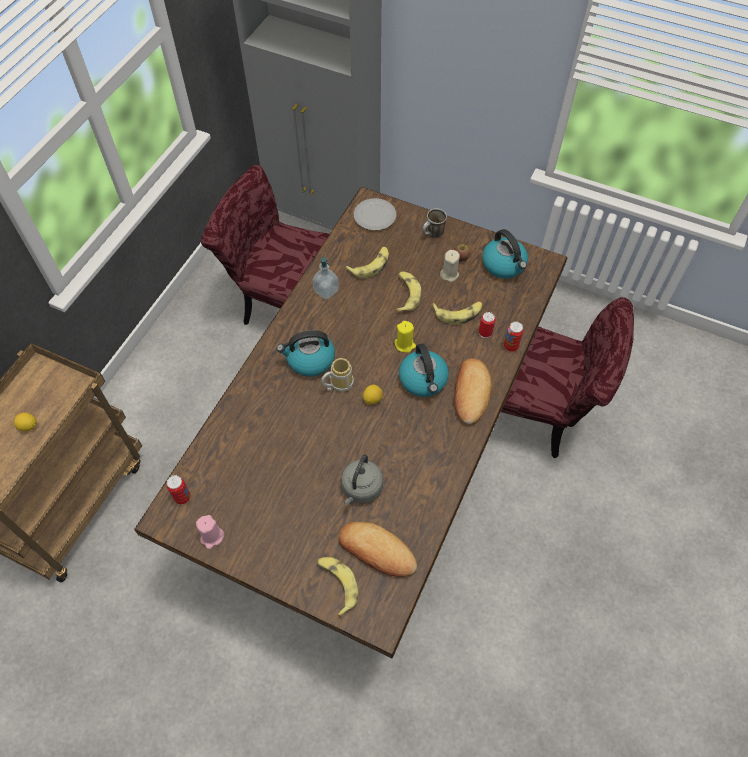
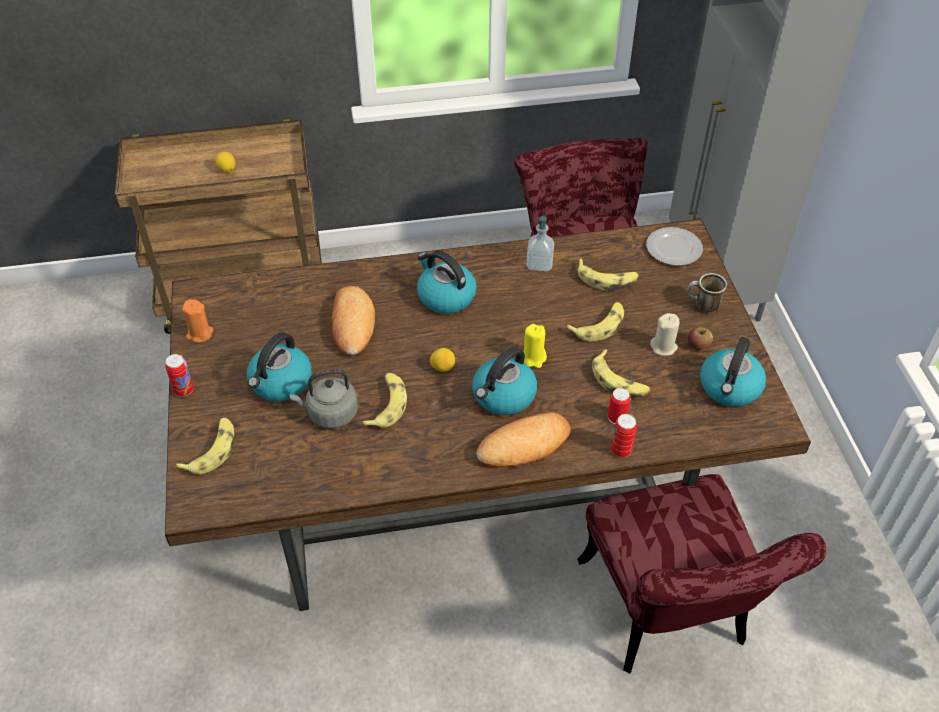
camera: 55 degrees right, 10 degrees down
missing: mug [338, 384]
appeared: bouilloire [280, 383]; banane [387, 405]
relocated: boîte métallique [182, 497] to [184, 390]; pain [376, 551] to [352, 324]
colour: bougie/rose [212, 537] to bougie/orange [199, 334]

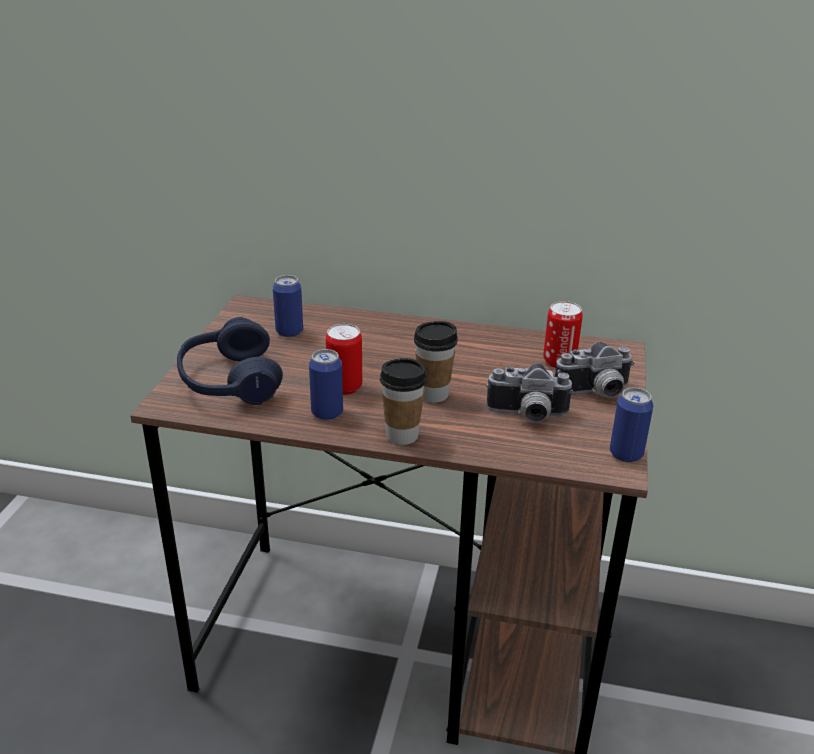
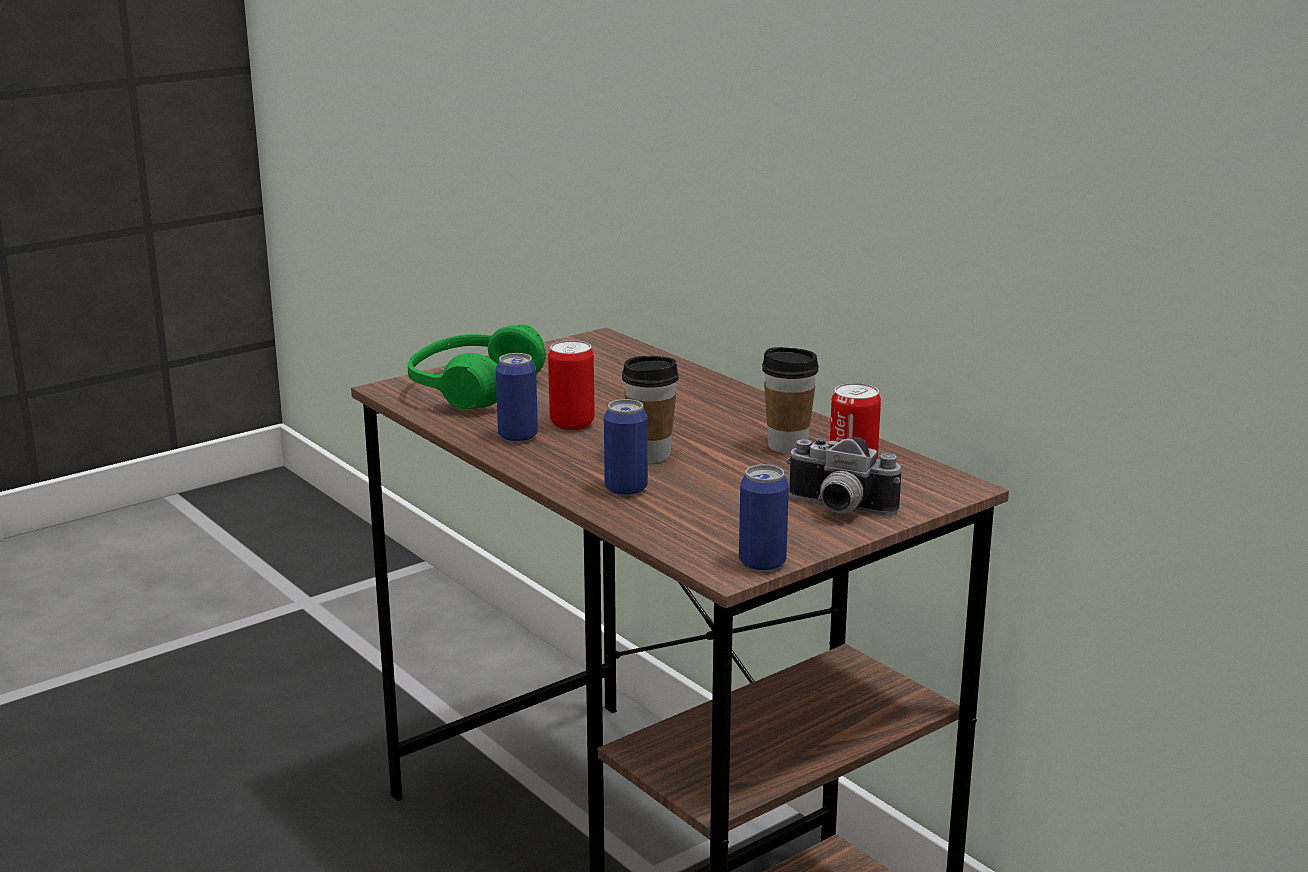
camera: 40 degrees right, 10 degrees down
missing: appareil photo [527, 415]
relocated: boîte métallique [289, 332] to [626, 489]; tasse [402, 435] to [787, 446]
colour: casque audio/bleu [229, 381] to casque audio/vert [474, 389]

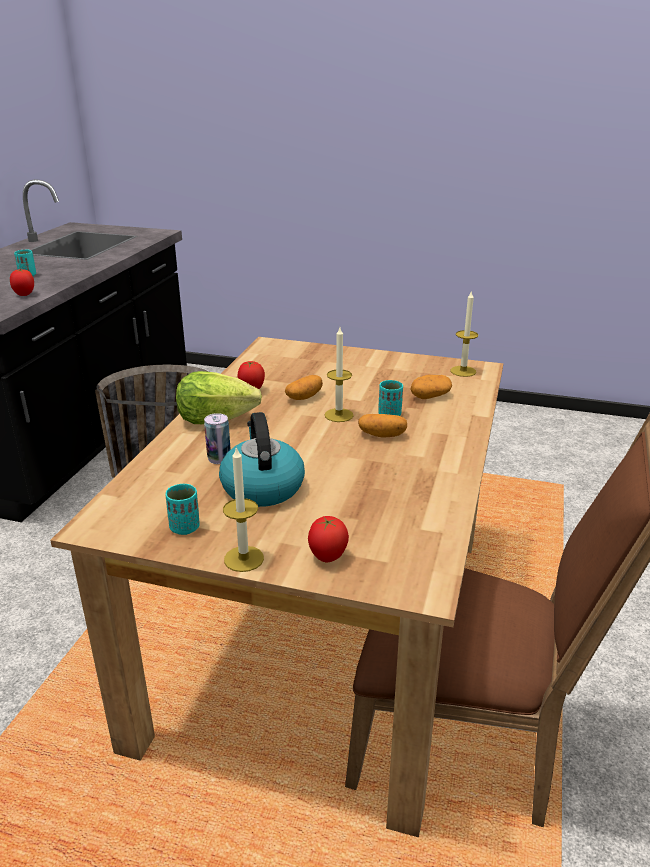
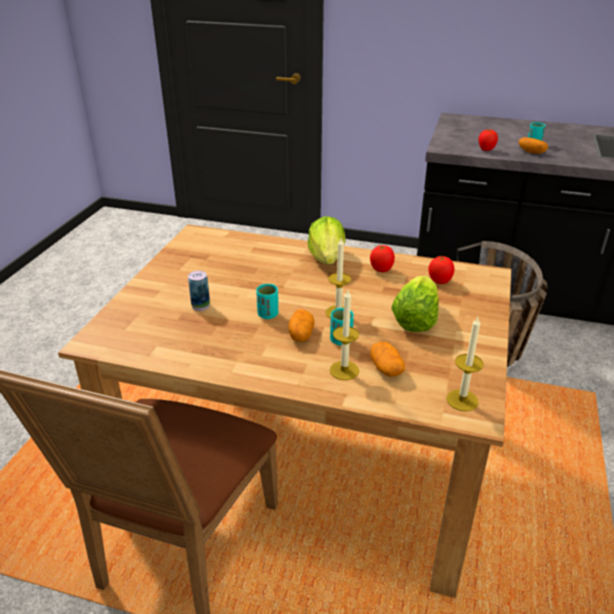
camera: 90 degrees right, 5 degrees up
missing: bouilloire [262, 487]
appeared: laitue [415, 320]
relocated: boîte métallique [219, 458] to [200, 306]; tasse/turquoise [185, 528] to [268, 314]; bougie [244, 559] to [344, 370]; tomate [327, 557] to [439, 282]; pomme de terre [304, 397] to [531, 152]

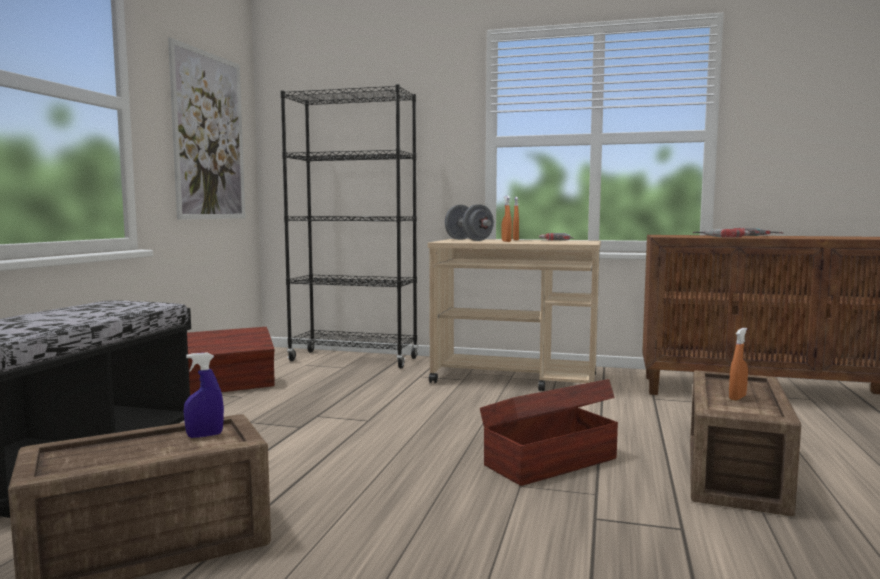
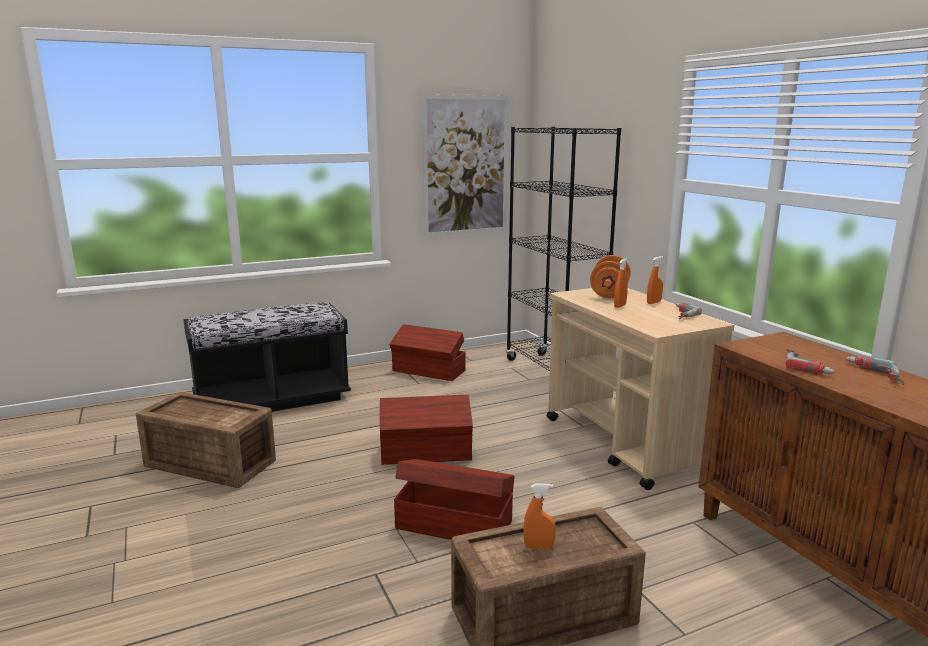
camera: 50 degrees right, 10 degrees up
missing: vaporisateur/bleu [205, 435]
appeared: boîte de rangement/marron [427, 453]
colour: haltère/gris [468, 240] to haltère/orange [609, 294]

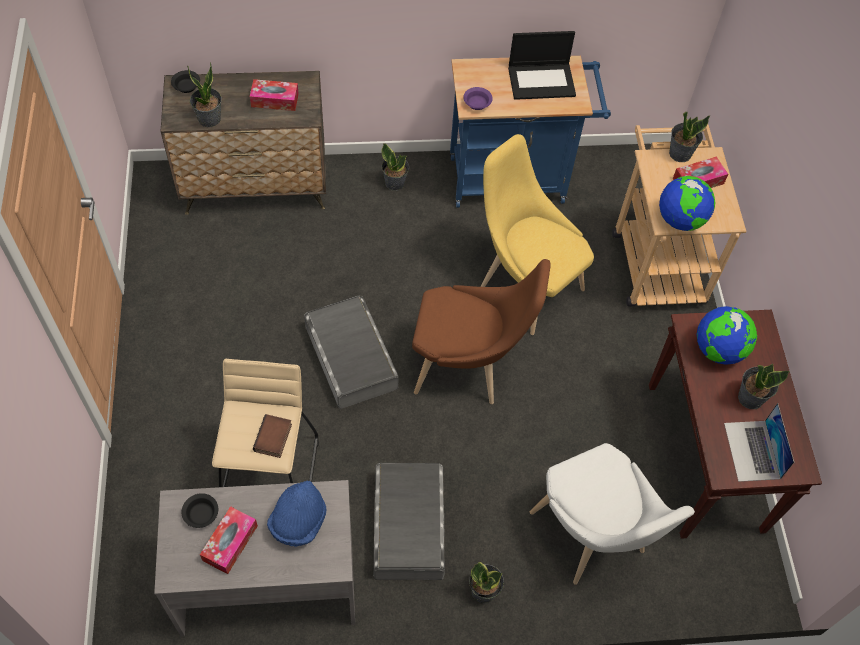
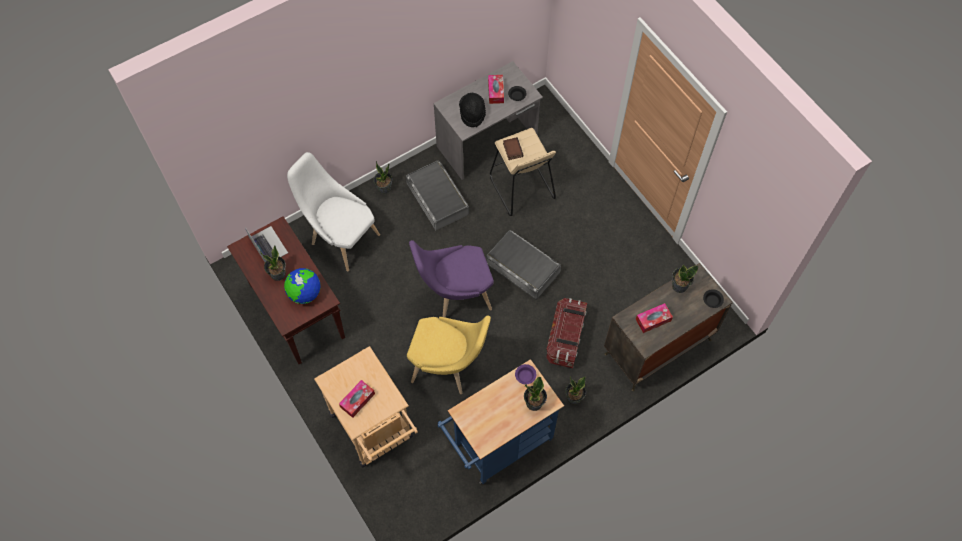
camera: 155 degrees right, 5 degrees up
missing: ordinateur portable [542, 81]; globe [680, 220]
appeared: boîte de rangement [565, 338]
relocated: plante en pot [680, 153] to [534, 403]
colour: chaise/marron [467, 367] to chaise/violet [454, 295]; chapeau/bleu [298, 521] to chapeau/noir [472, 113]

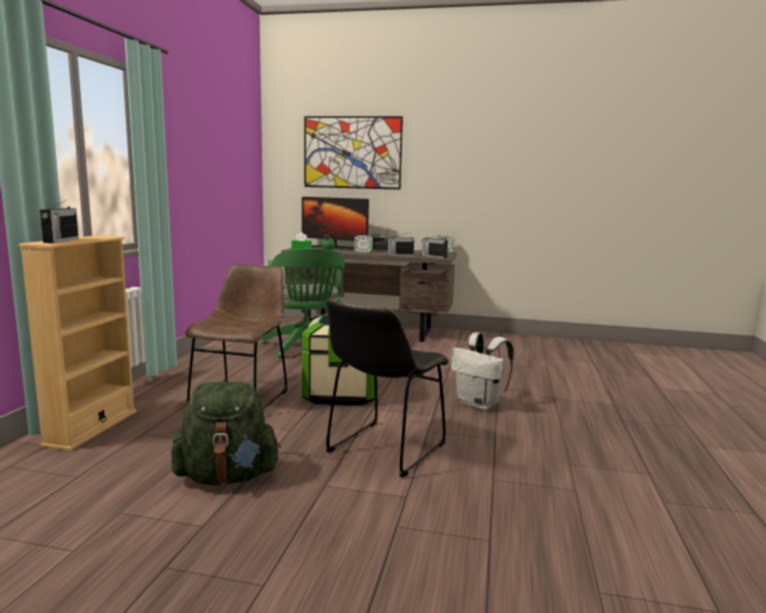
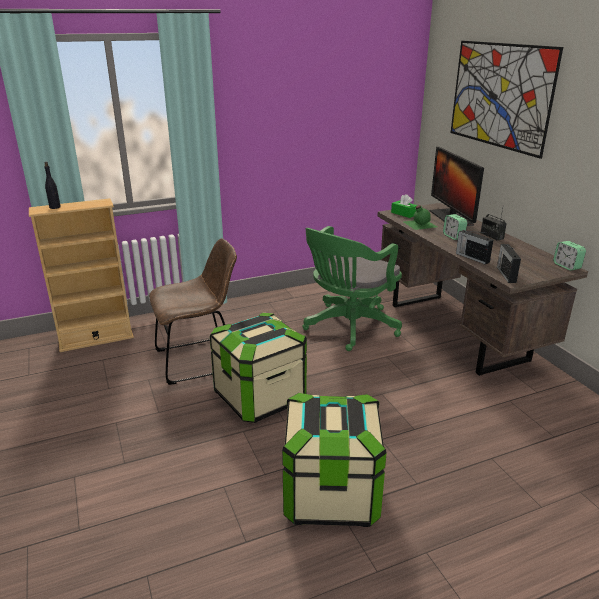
camera: 55 degrees right, 15 degrees up
missing: sac à dos/vert [227, 477]; chaise/noir [383, 450]
exchanged: radio [60, 240] to bouteille/noir [55, 207]; sac à dos/blanc [480, 404] to boîte de rangement [331, 494]

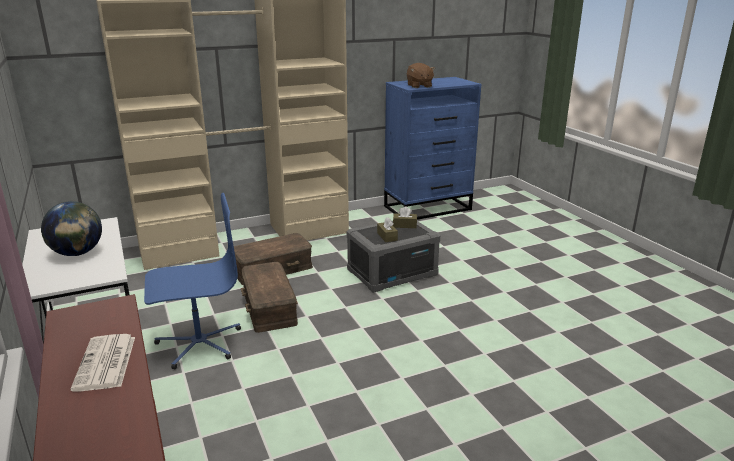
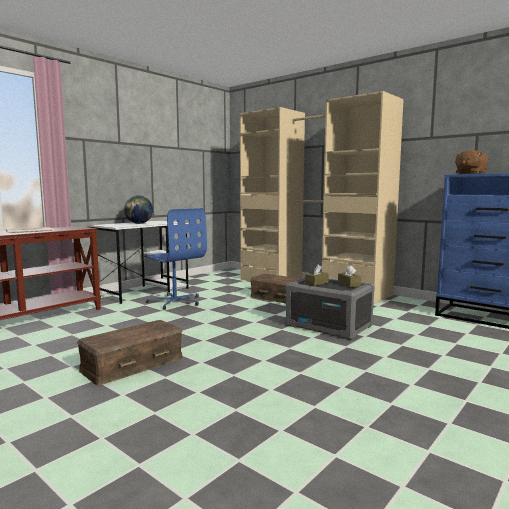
camera: 65 degrees right, 15 degrees down
relocated: boîte de rangement/marron [268, 307] to [132, 363]

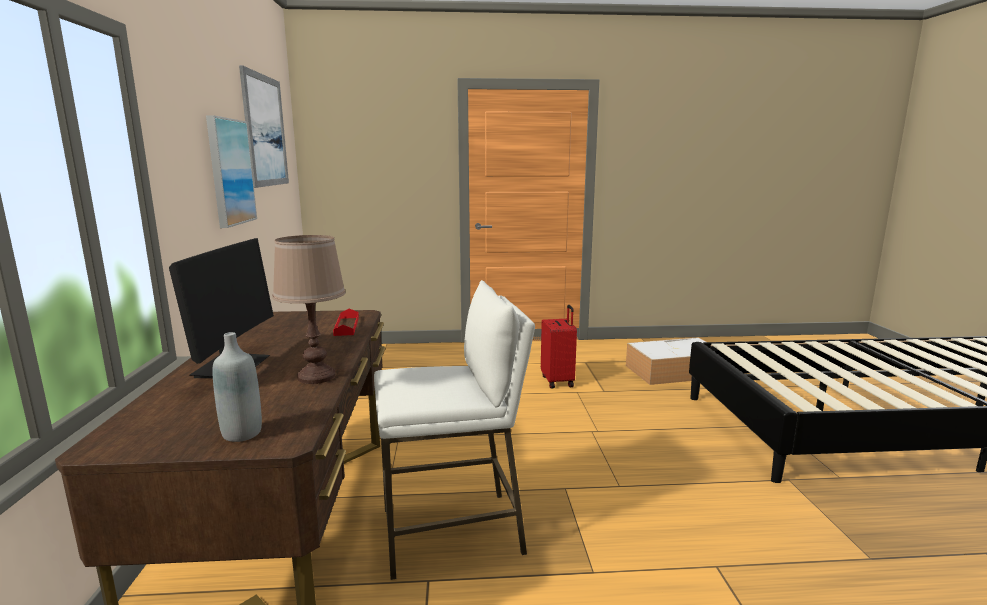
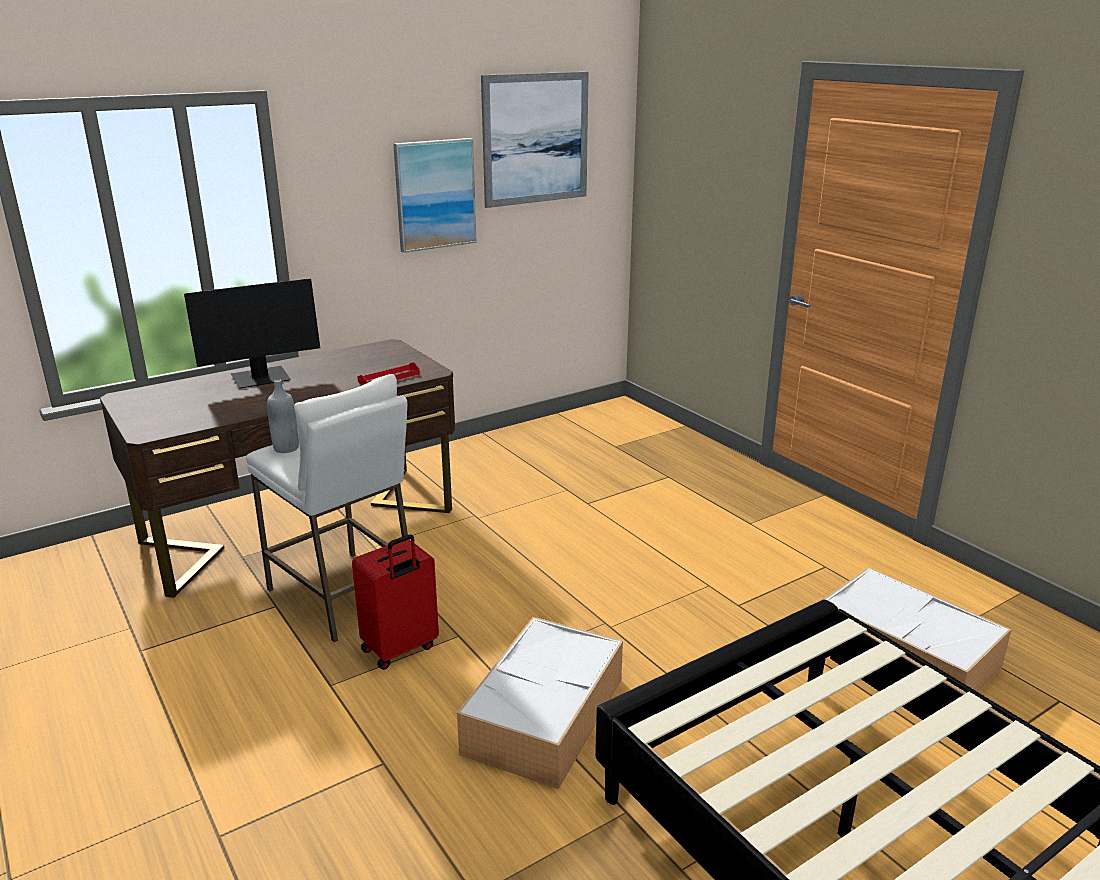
camera: 60 degrees right, 10 degrees up
missing: lampe de table/marron [316, 376]
appeared: boîte de rangement [544, 717]
relocated: bouteille/gris [242, 433] to [286, 448]; valise/rouge [558, 381] to [400, 649]

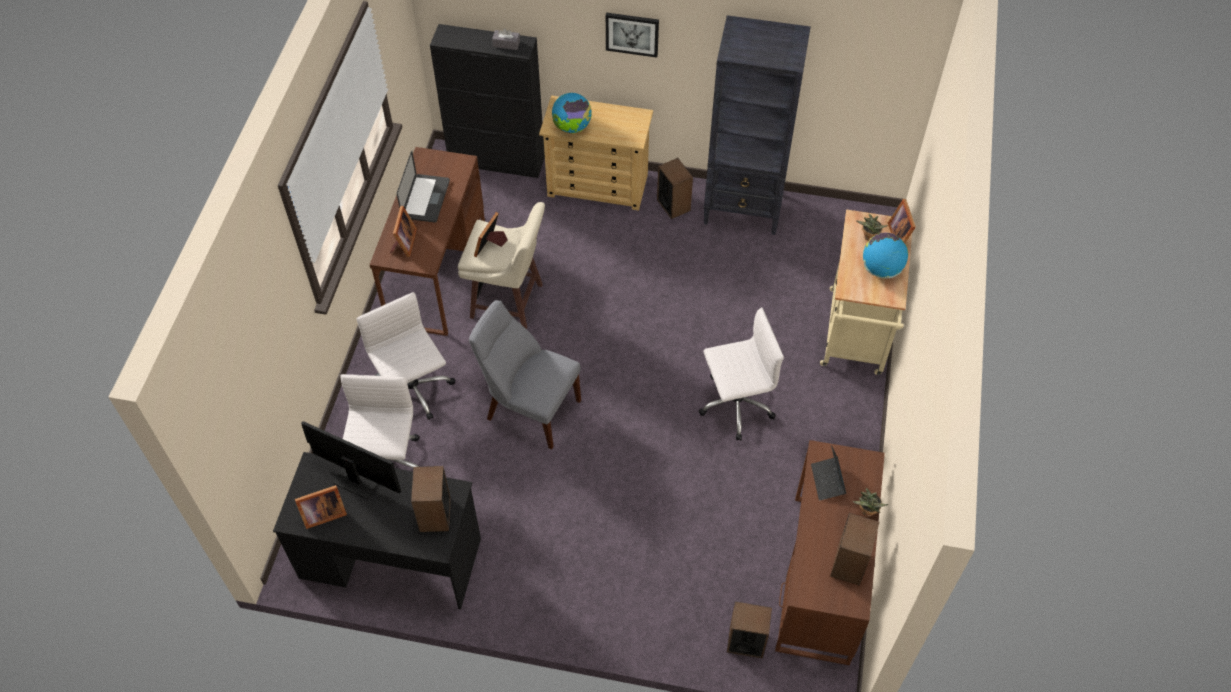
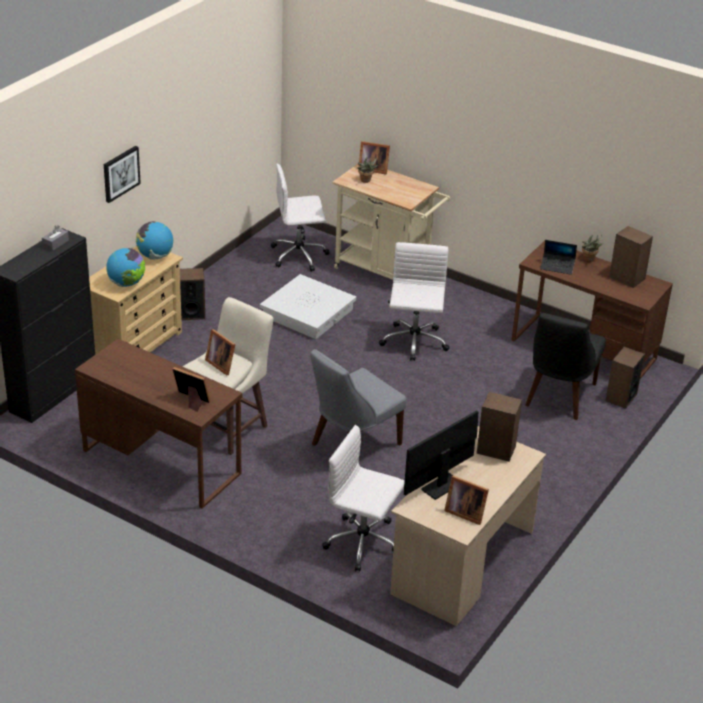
camera: 70 degrees left, 20 degrees down
missing: ordinateur portable [426, 199]; bibliothèque/noir [744, 209]
appeared: boîte de rangement/blanc [307, 313]; chaise/noir [558, 396]
relocated: globe [881, 269] to [155, 256]; chaise de bureau/blanc [414, 392] to [299, 255]
colour: bureau/noir [390, 558] to bureau/beige [462, 563]
spun: cadre photo [322, 514] = [464, 512] 120 degrees clockwise

